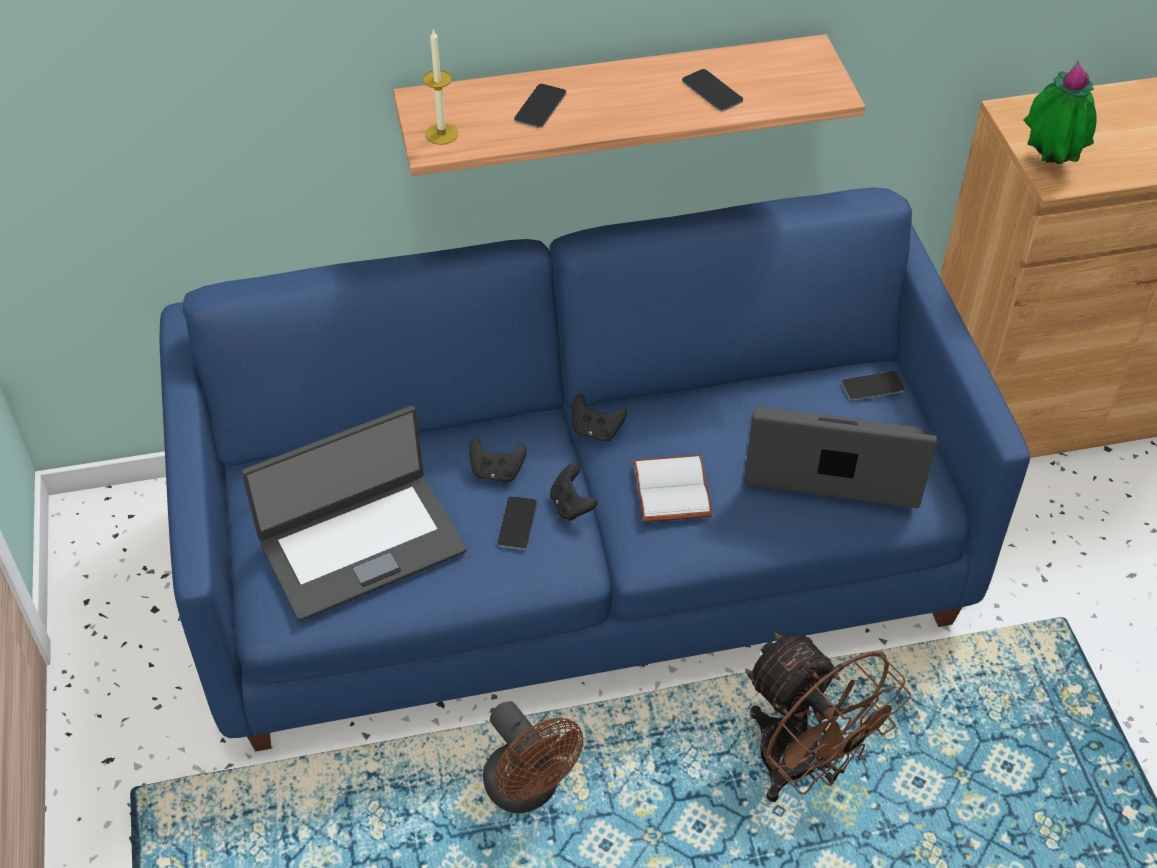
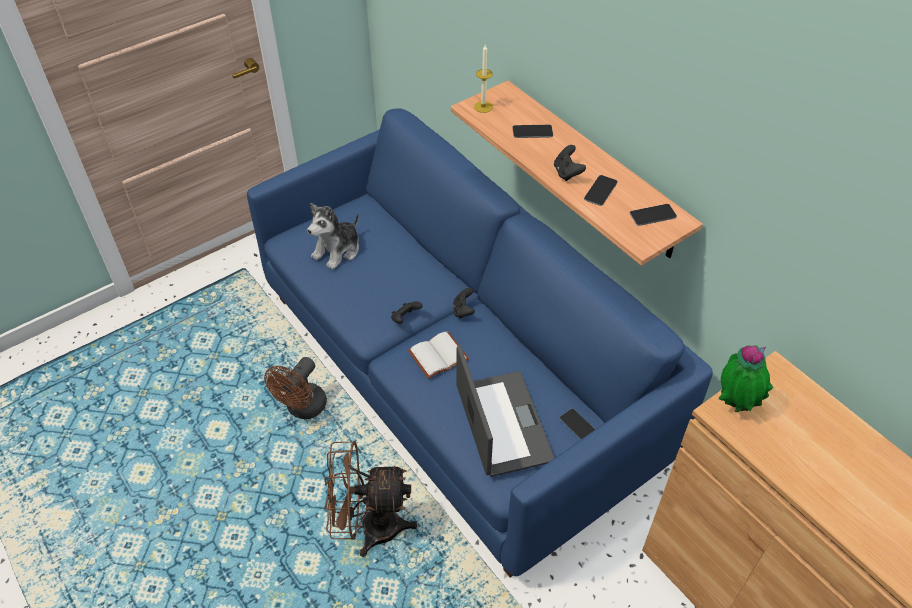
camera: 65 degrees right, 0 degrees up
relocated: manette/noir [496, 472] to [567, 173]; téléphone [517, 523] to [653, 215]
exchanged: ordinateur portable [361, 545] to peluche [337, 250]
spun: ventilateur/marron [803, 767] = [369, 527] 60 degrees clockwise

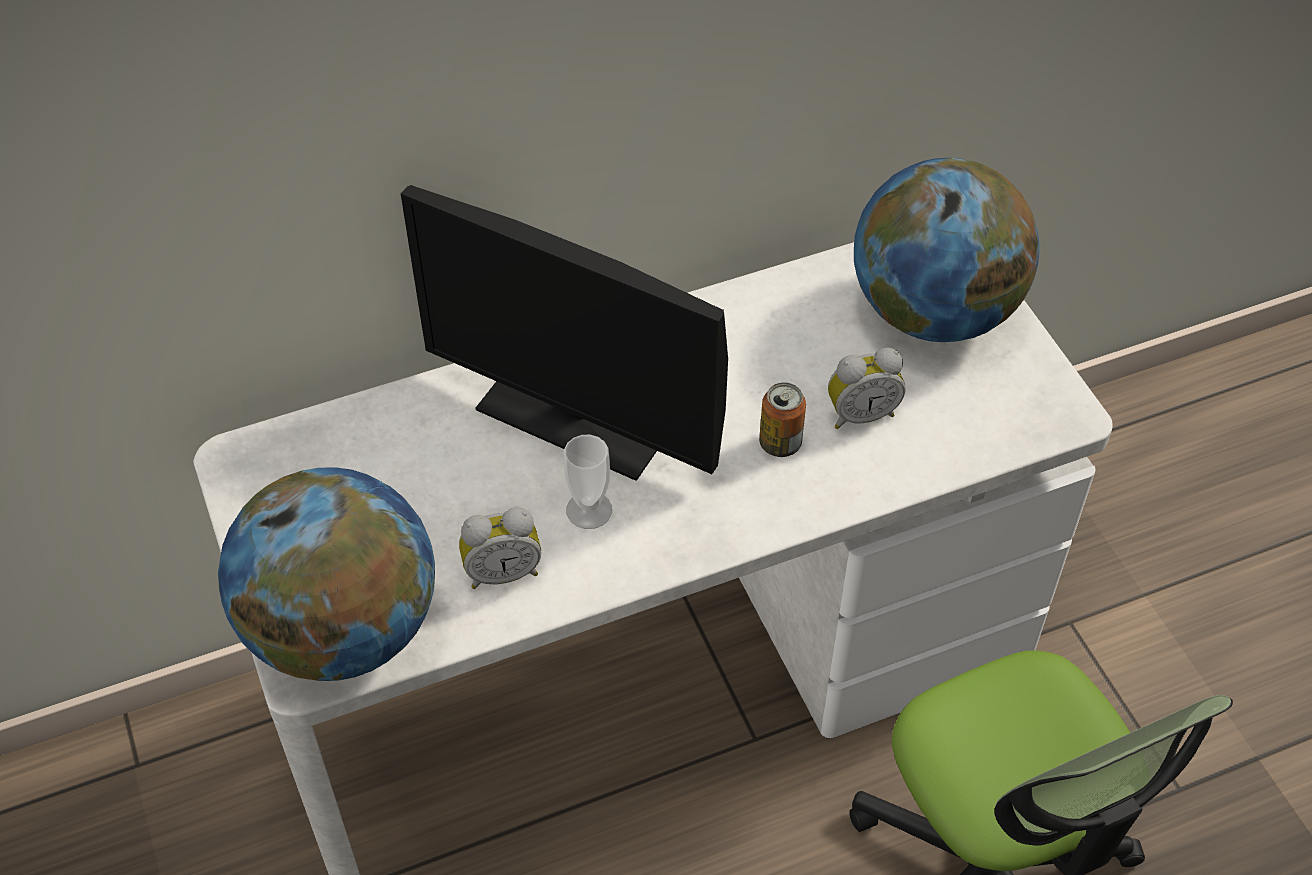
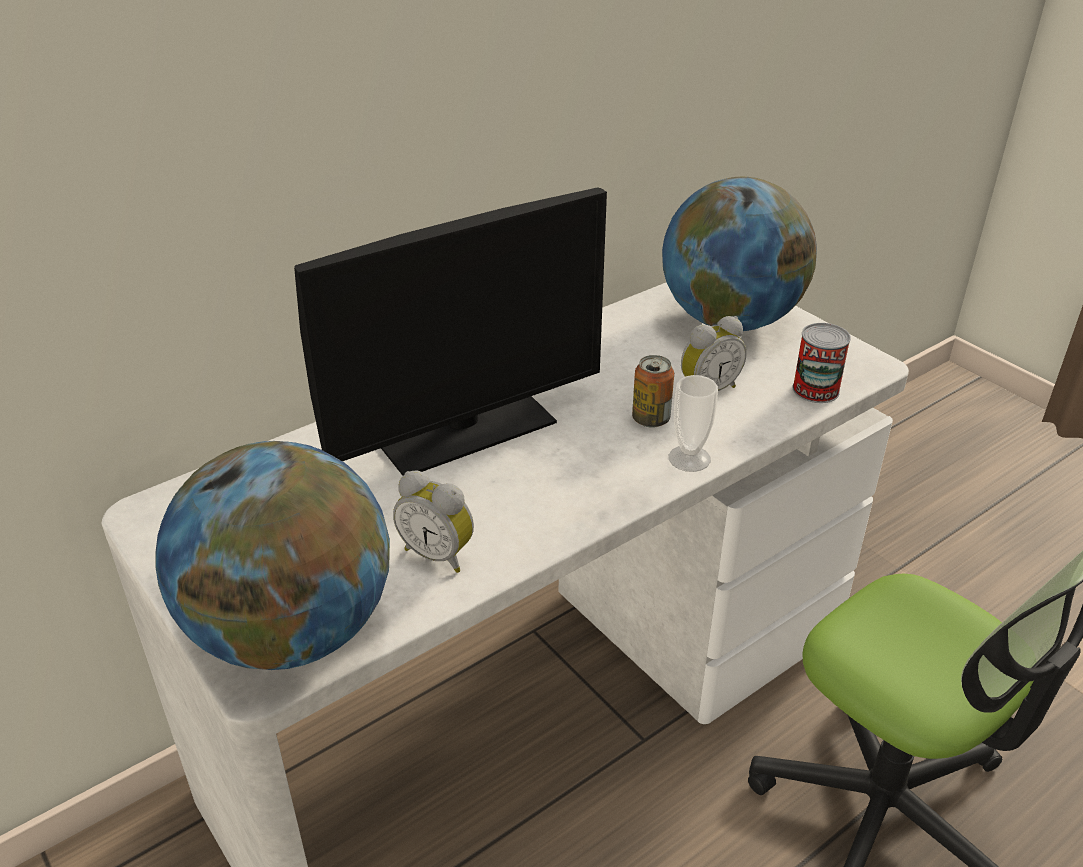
camera: 15 degrees left, 15 degrees down
appeared: boîte métallique [815, 390]
relocated: tasse [589, 510] to [689, 458]
spun: écran d'ordinateur [576, 416] = [464, 429] 45 degrees counterclockwise; réveil [502, 571] = [439, 554] 60 degrees clockwise

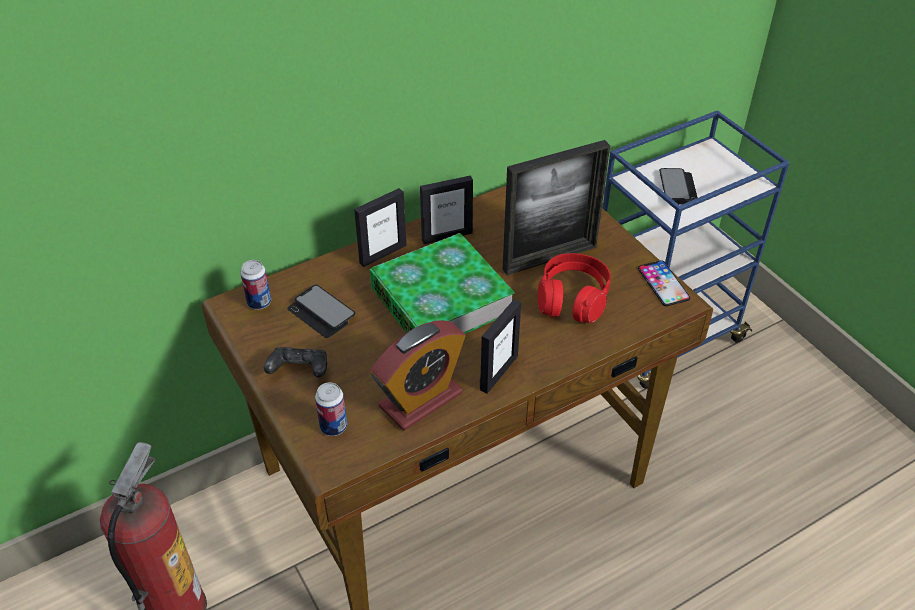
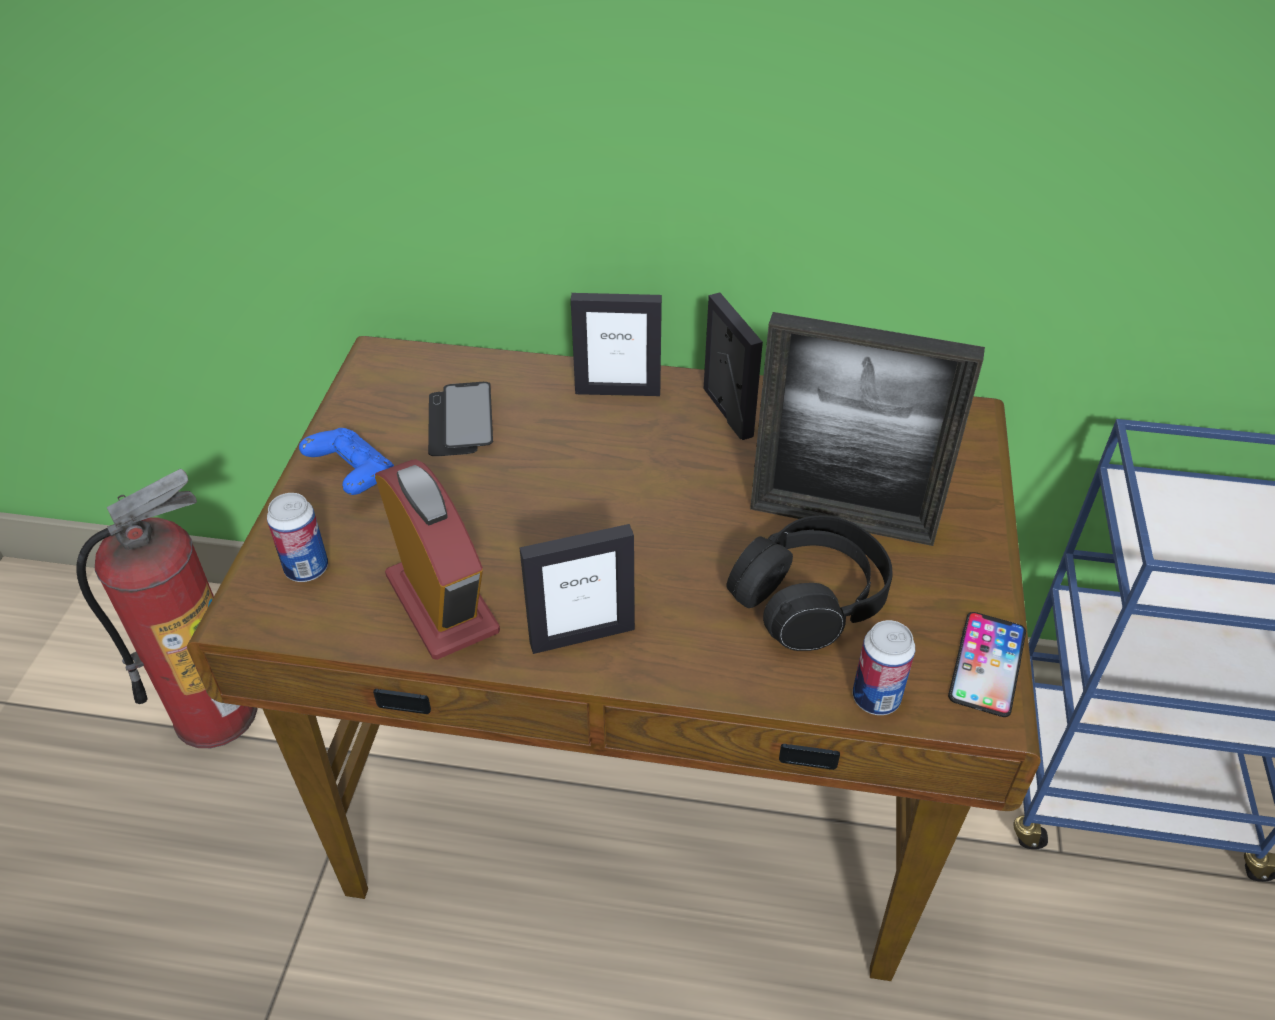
camera: 40 degrees right, 0 degrees up
missing: livre [441, 300]; téléphone [678, 188]
relocated: boîte métallique [259, 302] to [876, 698]
colour: manette/noir [299, 371] to manette/bleu [353, 476]; casque audio/rouge [572, 299] to casque audio/noir [809, 598]
spun: réveil [420, 400] = [442, 604] 120 degrees counterclockwise; cadre photo [447, 236] = [727, 412] 135 degrees counterclockwise

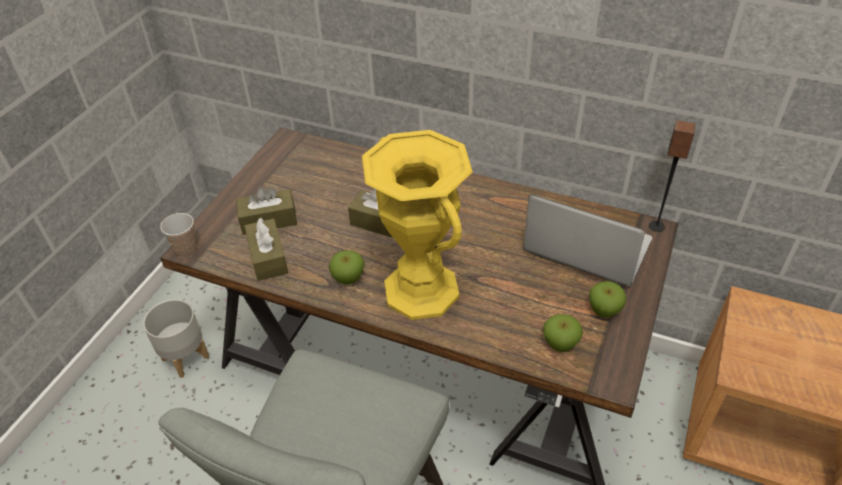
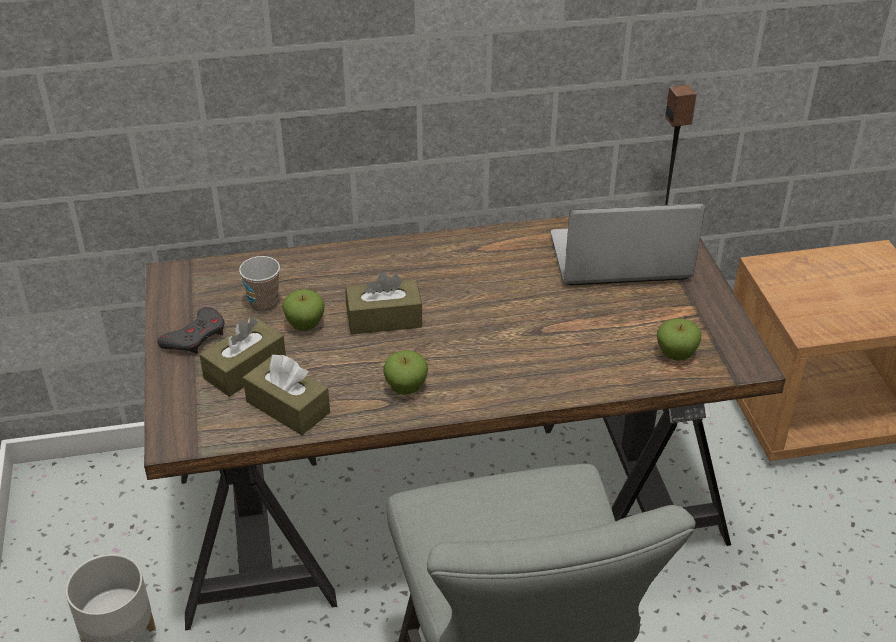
camera: 35 degrees left, 5 degrees down
missing: vase/jaune [421, 290]
appeared: manette/gris [195, 337]
relocated: tasse [186, 250] to [264, 304]; pomme [604, 311] to [305, 325]

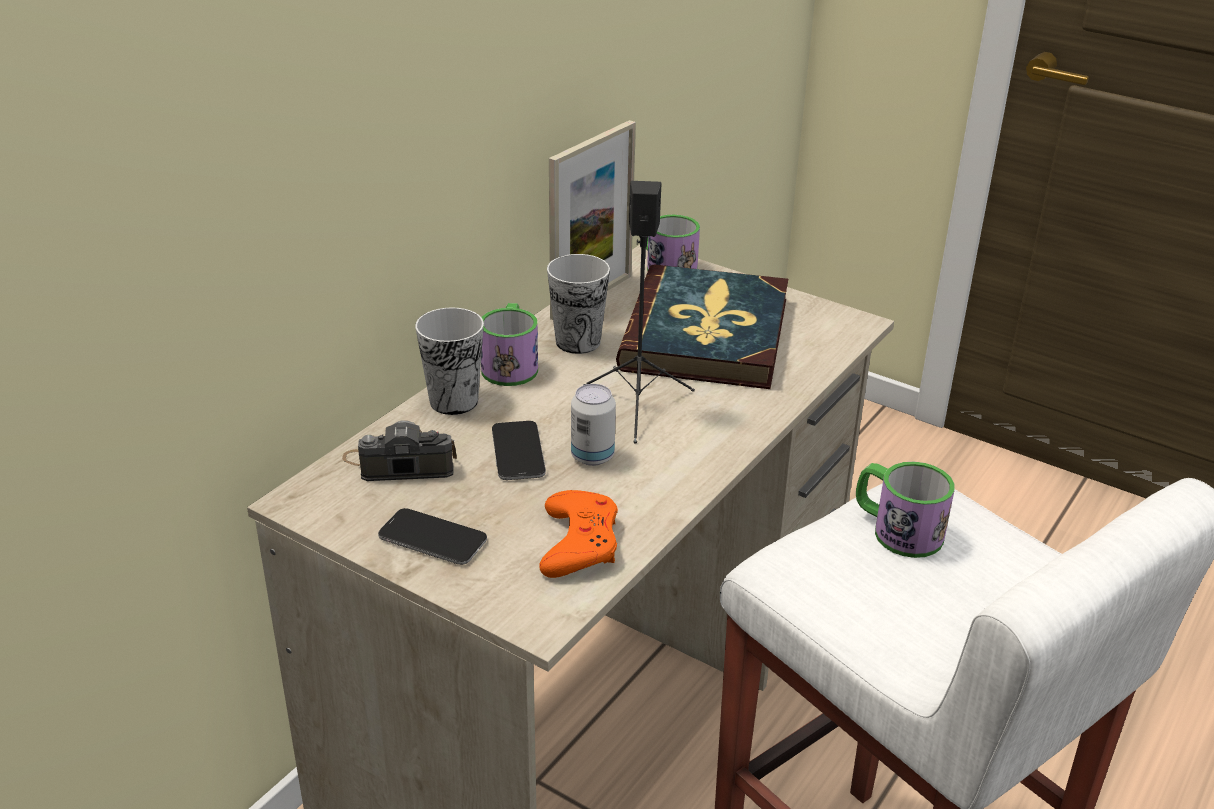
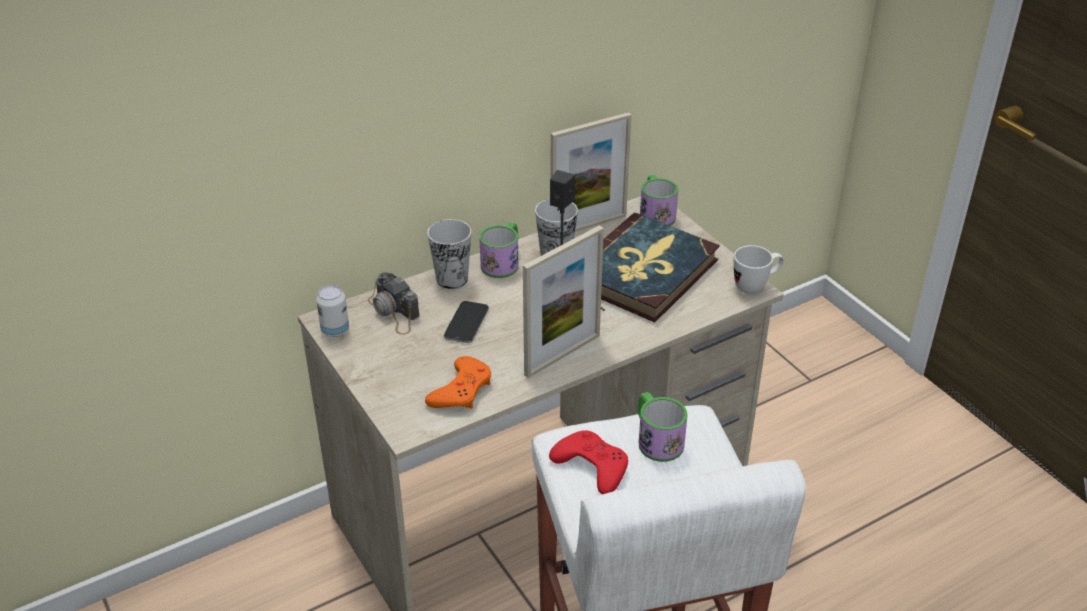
camera: 25 degrees right, 5 degrees up
missing: téléphone [432, 538]
appeared: cadre photo [562, 355]; manette/rouge [591, 466]; mug/blanc [756, 286]
relocated: boîte métallique [592, 456] to [335, 330]
spun: appareil photo [399, 464] = [394, 312] 150 degrees counterclockwise

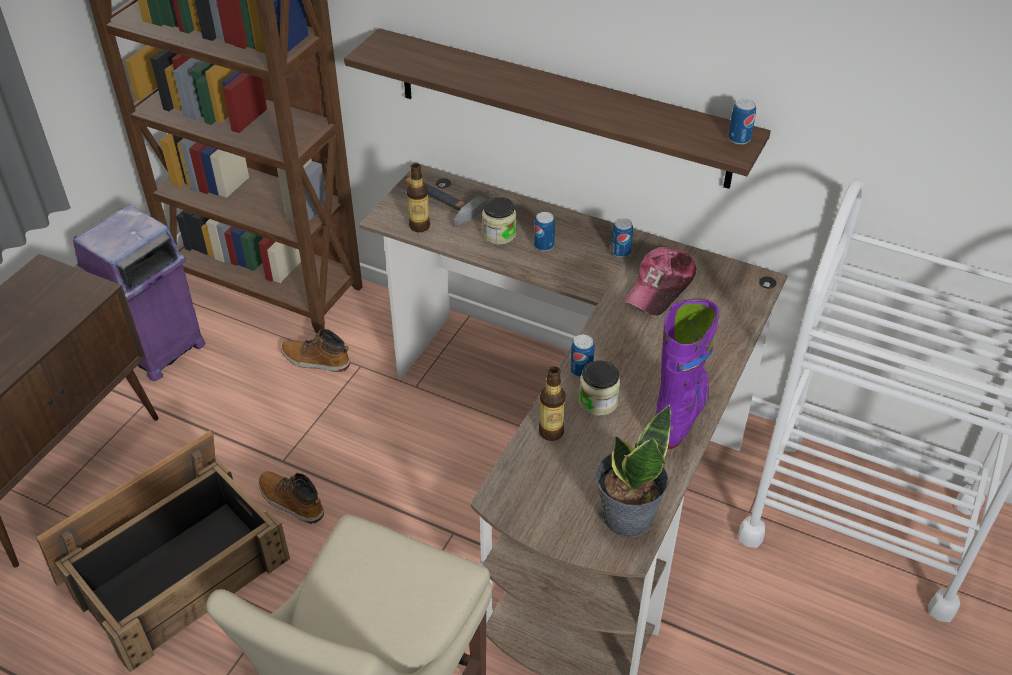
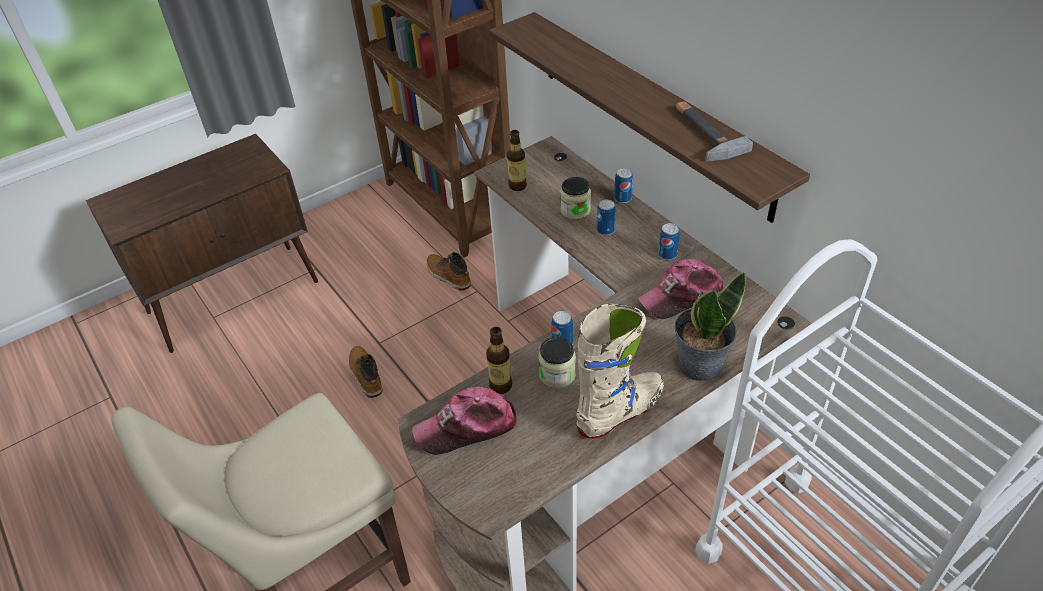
camera: 30 degrees right, 0 degrees up
missing: caisse [174, 567]; poubelle/violet [157, 349]
appeared: casquette [467, 427]
relocated: boîte métallique [739, 139] to [623, 198]; plante en pot [626, 516] to [699, 364]; marteau [439, 201] to [703, 133]
colour: botte/violet [680, 414] to botte/beige [620, 412]

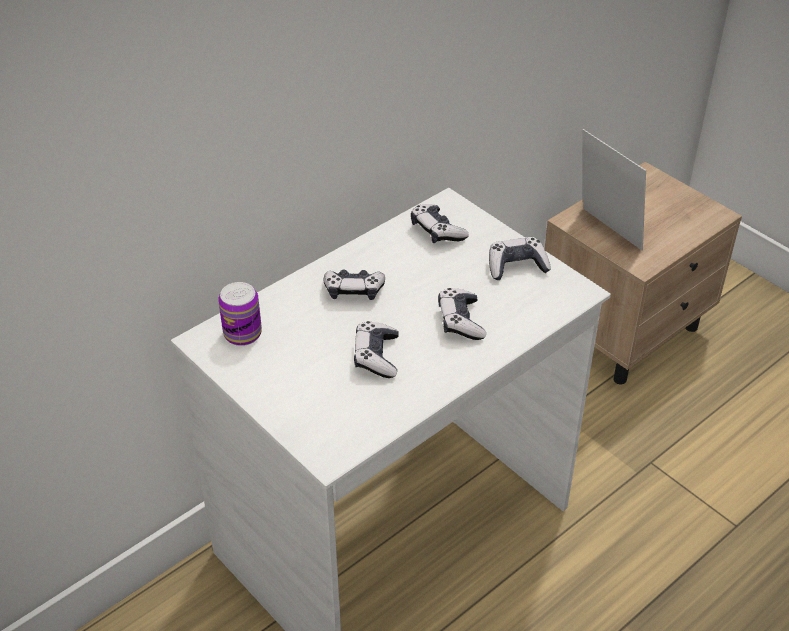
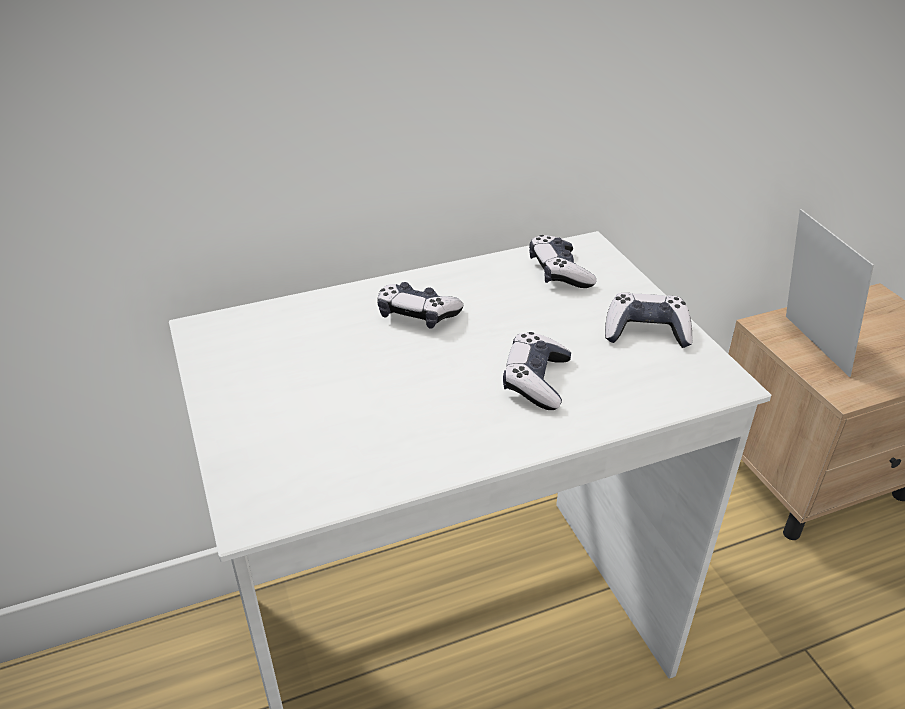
camera: 20 degrees right, 5 degrees down
missing: boîte métallique [242, 334]; manette [376, 356]

